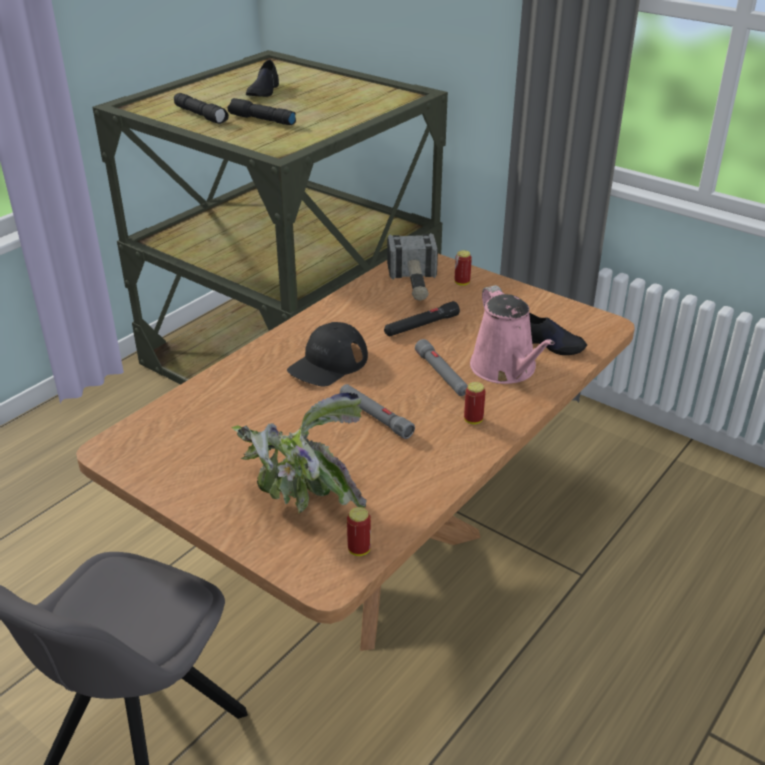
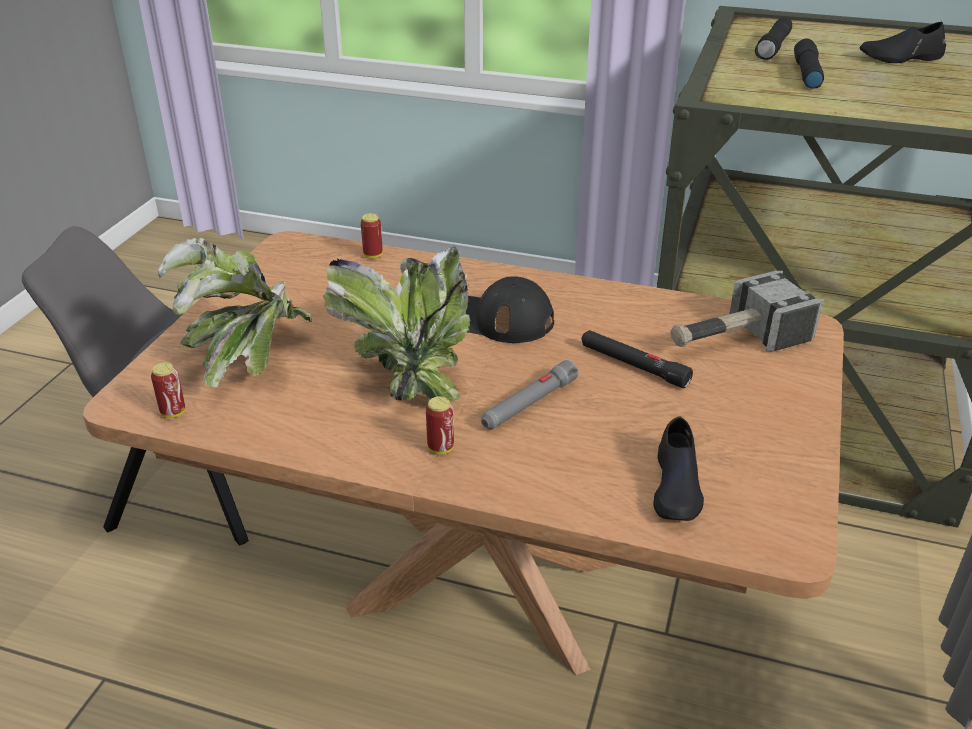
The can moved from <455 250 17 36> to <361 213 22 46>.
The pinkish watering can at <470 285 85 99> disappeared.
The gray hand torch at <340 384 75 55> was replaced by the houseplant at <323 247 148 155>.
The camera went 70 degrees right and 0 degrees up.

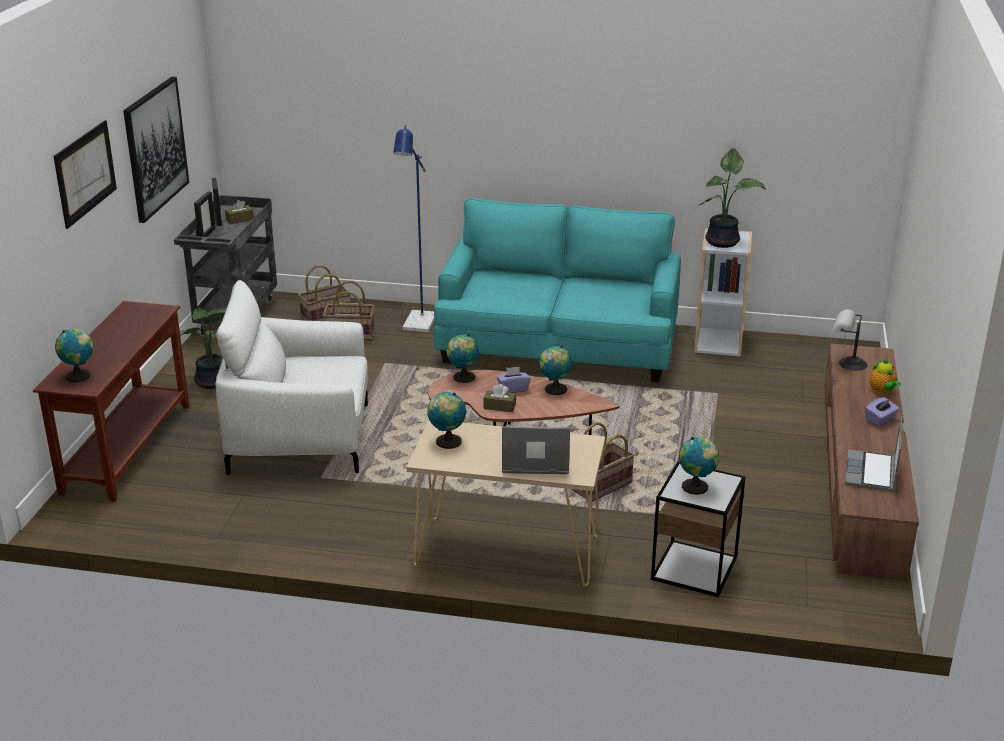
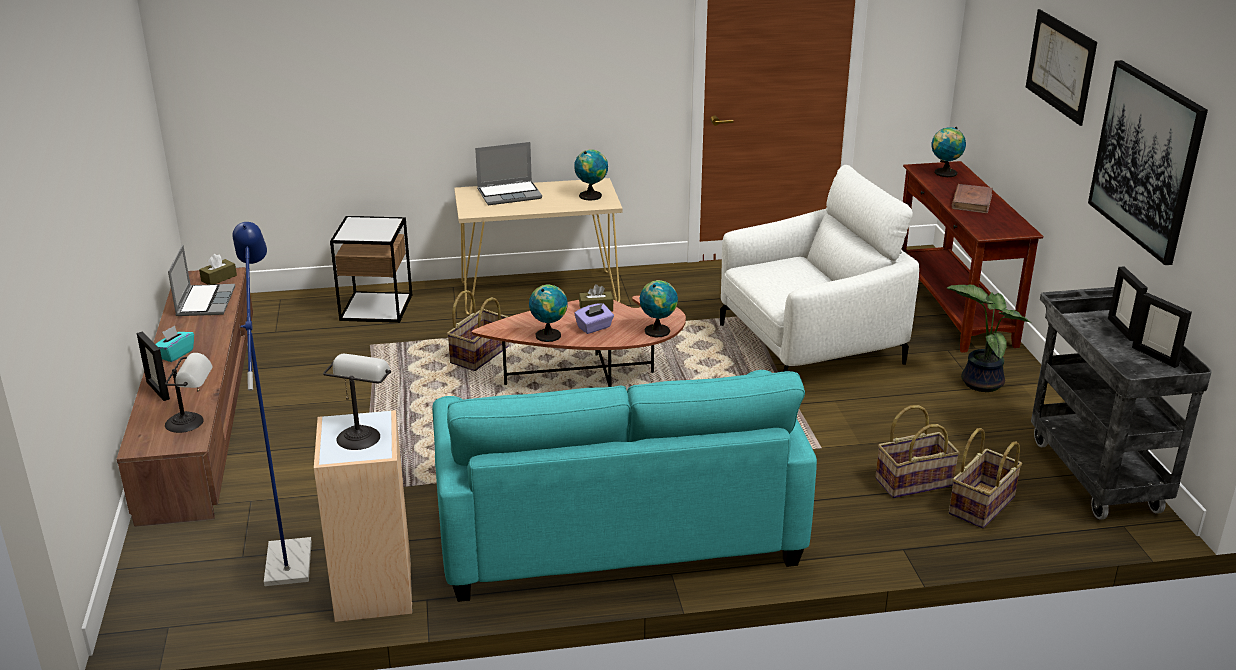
The bluish standing lamp moved from <393 126 41 206> to <233 222 79 364>.
The houseplant at <698 148 68 100> was replaced by the table lamp at <323 354 68 96>.
The brown-coloured tissue holder moved from <225 200 29 24> to <199 254 38 31>.
The pot for tea at <870 359 31 35> was replaced by the standing frame at <137 331 33 70>.
The purplish tissue holder at <865 397 34 30> became the turquoise tissue holder at <155 326 39 36>.
The world globe at <679 437 40 58> disappeared.
The brown-coloured book at <952 184 41 29> appeared.
The camera went 160 degrees right and 0 degrees up.

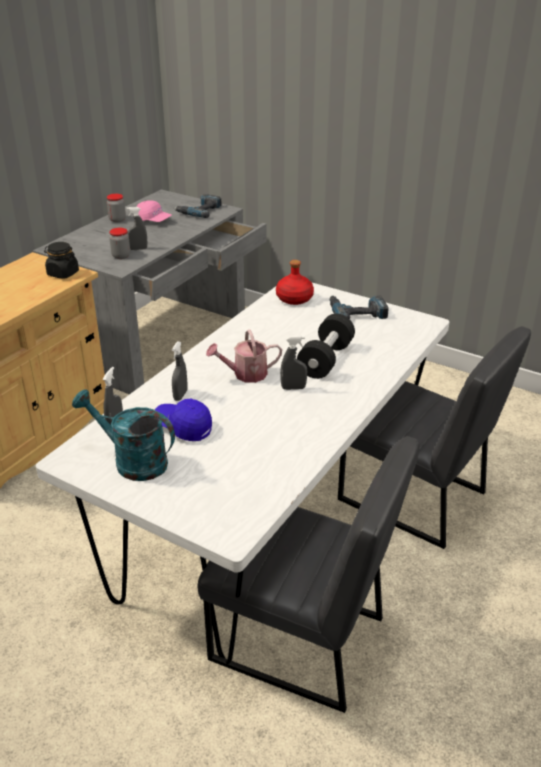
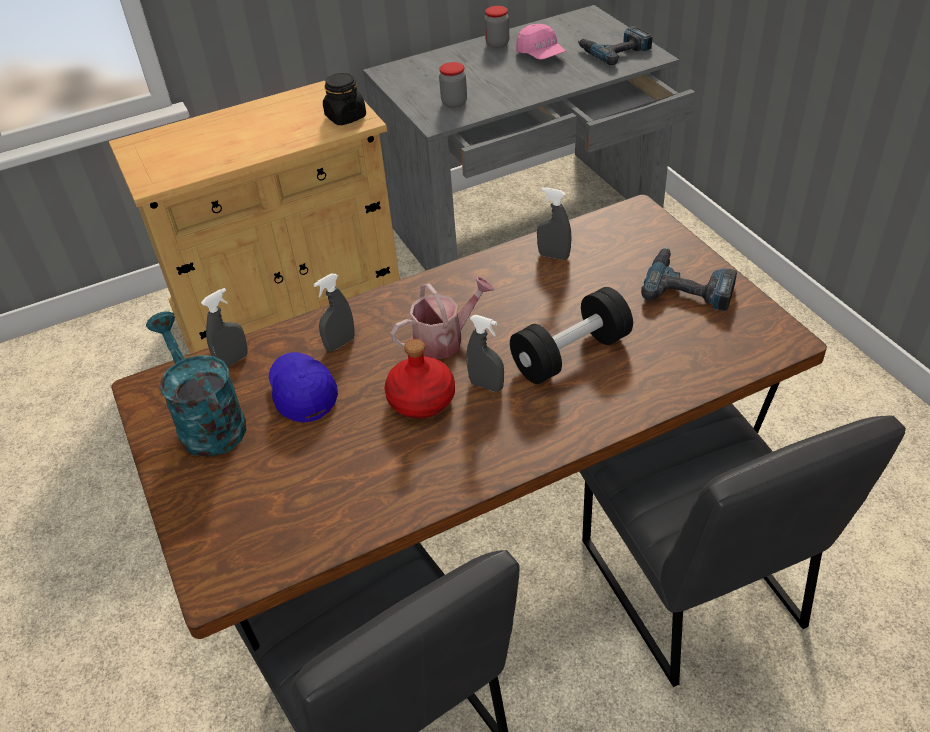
The gray hand sprayer moved from <127 207 20 43> to <537 187 35 73>.
The reddish drink bottle moved from <276 260 38 45> to <384 339 71 79>.
The white-coloured dinner table at <36 283 413 381> became the brown-coloured dinner table at <111 195 716 456>.
The watering can at <206 330 76 53> turned 135 degrees clockwise.
The camera went 35 degrees right and 10 degrees up.

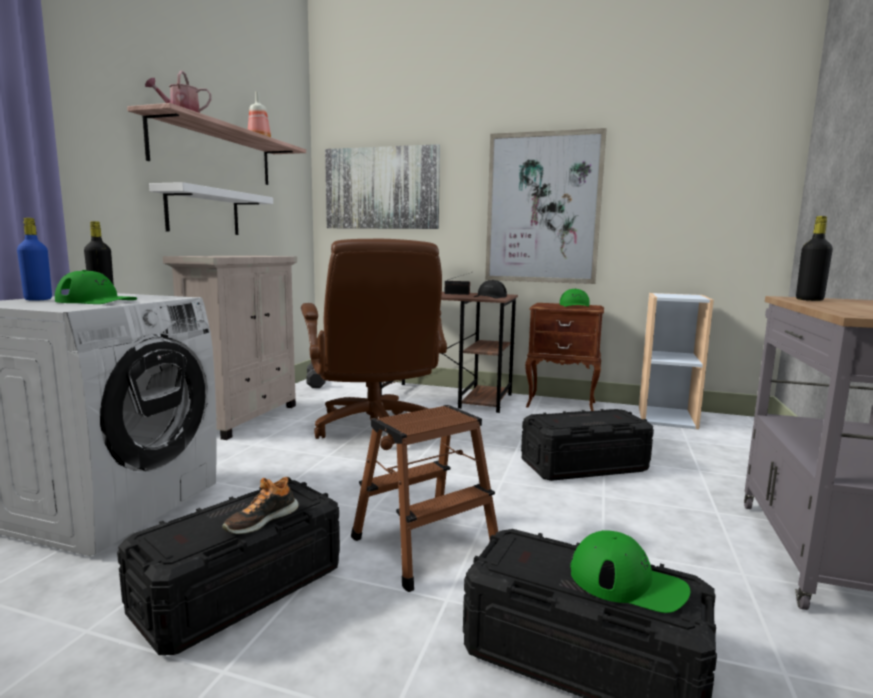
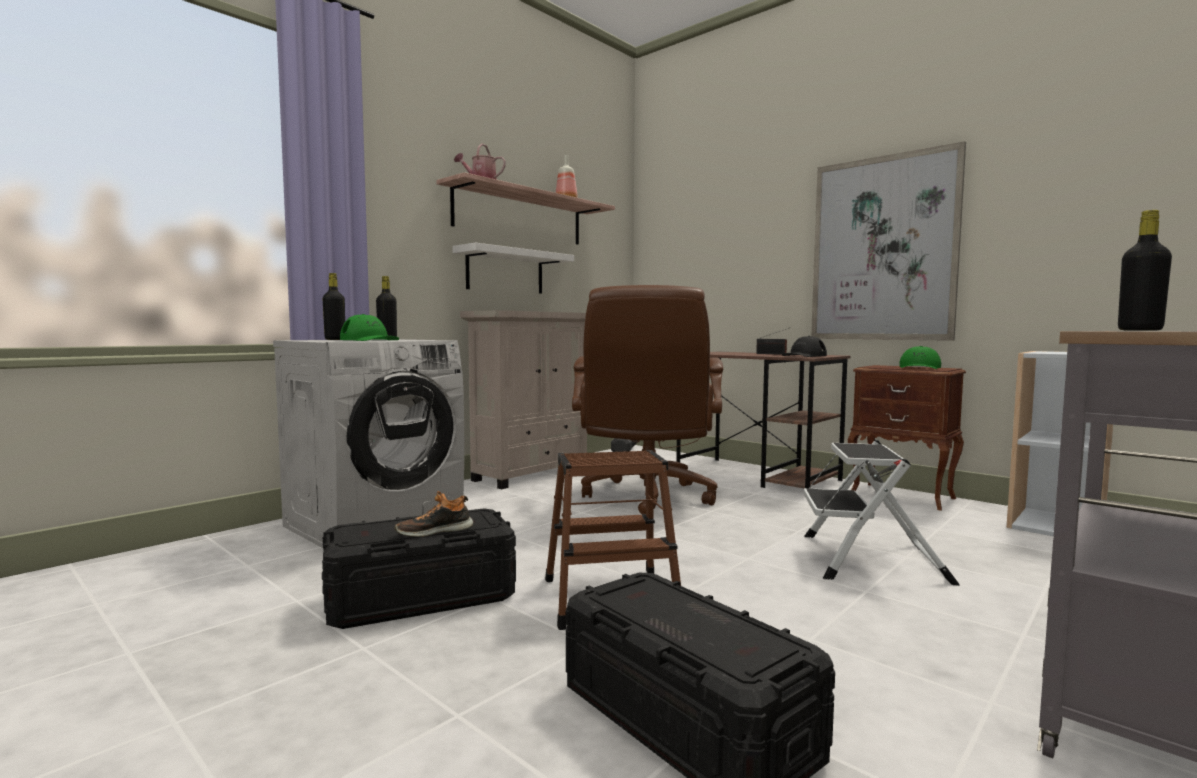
The picture at <325 144 115 85> disappeared.
The bluish drink bottle at <17 218 35 83> became the black drink bottle at <323 273 22 67>.
The black storage box at <521 409 133 72> was replaced by the step stool at <804 440 155 146>.
The greenish baseball cap at <570 530 120 83> disappeared.
The camera went 25 degrees right and 5 degrees down.

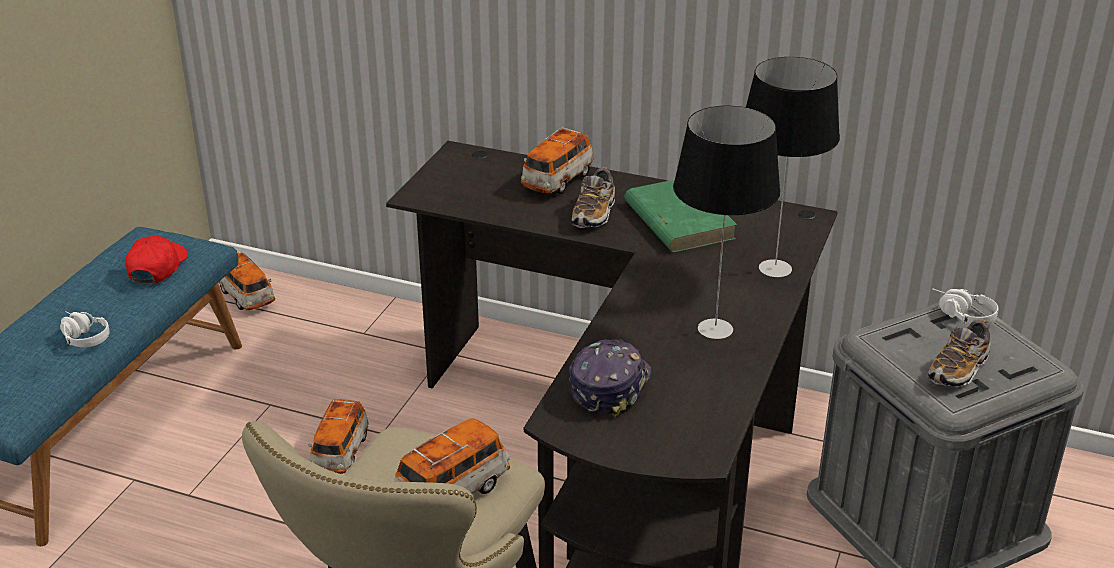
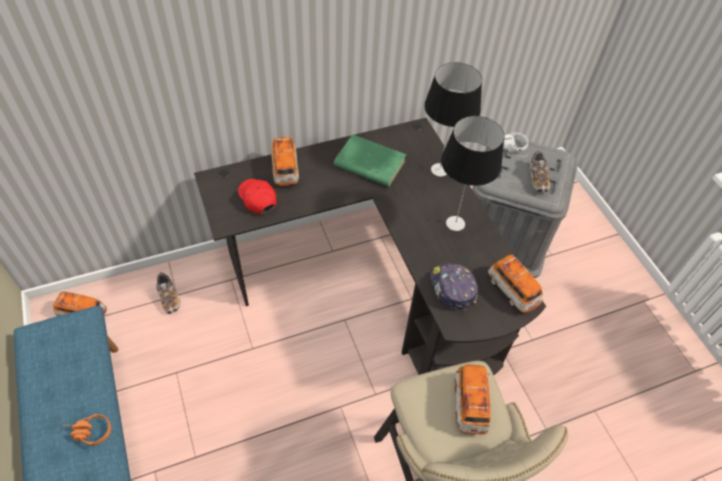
The low shoe moved from <572 167 43 61> to <156 272 24 42>.
The reddish baseball cap moved from <125 235 63 48> to <238 179 39 36>.
The white-coloured pair of headphones at <60 311 50 36> became the orangey pair of headphones at <62 414 49 32>.
The miniature car moved from <309 399 60 75> to <488 254 55 59>.
The camera went 45 degrees left and 20 degrees up.

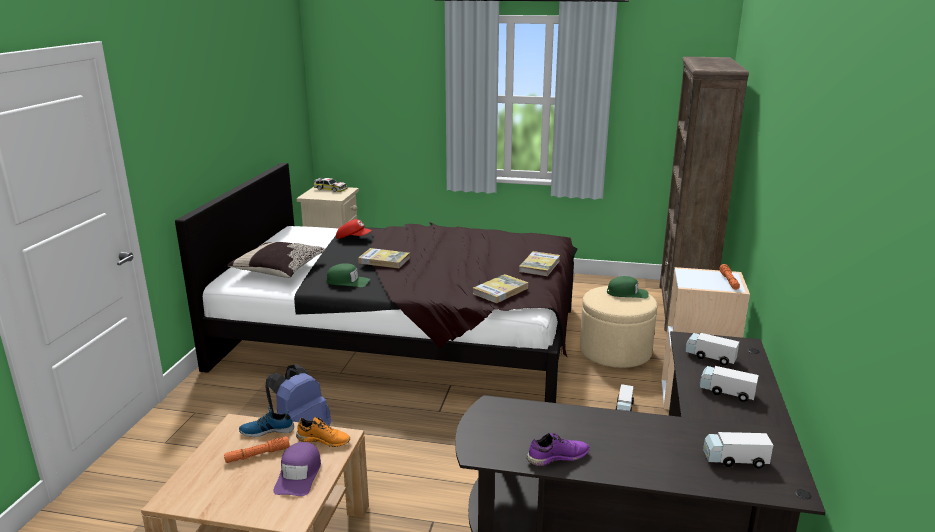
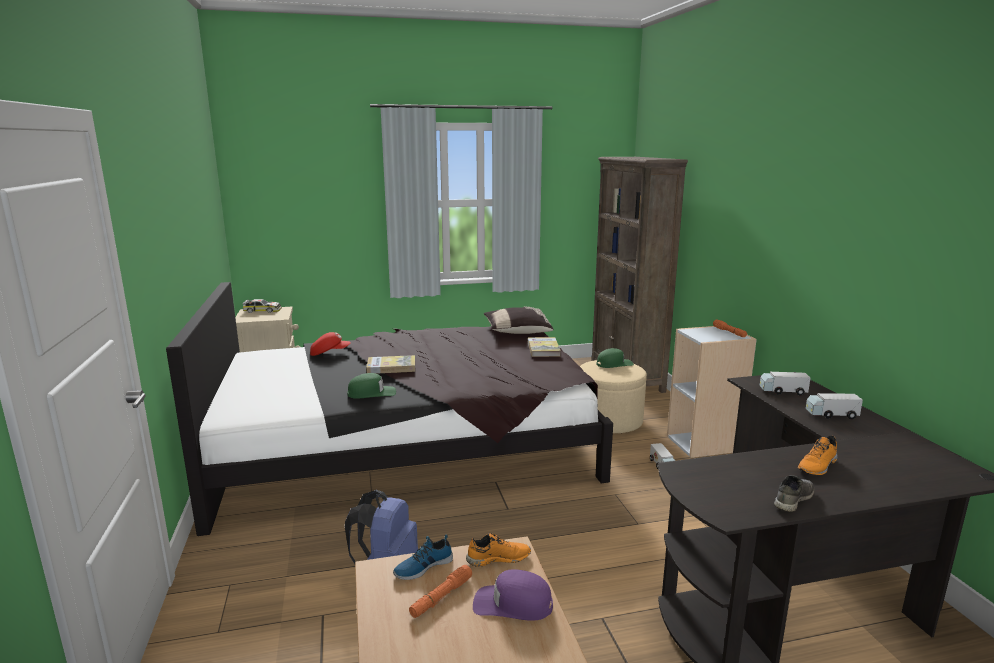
The cushion moved from <227 242 98 36> to <484 306 70 28>.
The book at <473 274 55 29> disappeared.
The purplish low shoe at <527 432 63 34> became the gray low shoe at <774 475 40 37>.
The toy truck at <703 432 70 37> disappeared.
The purplish baseball cap at <273 442 48 54> turned 120 degrees clockwise.
The orangey low shoe at <798 436 40 39> appeared.
The camera went 25 degrees left and 5 degrees down.

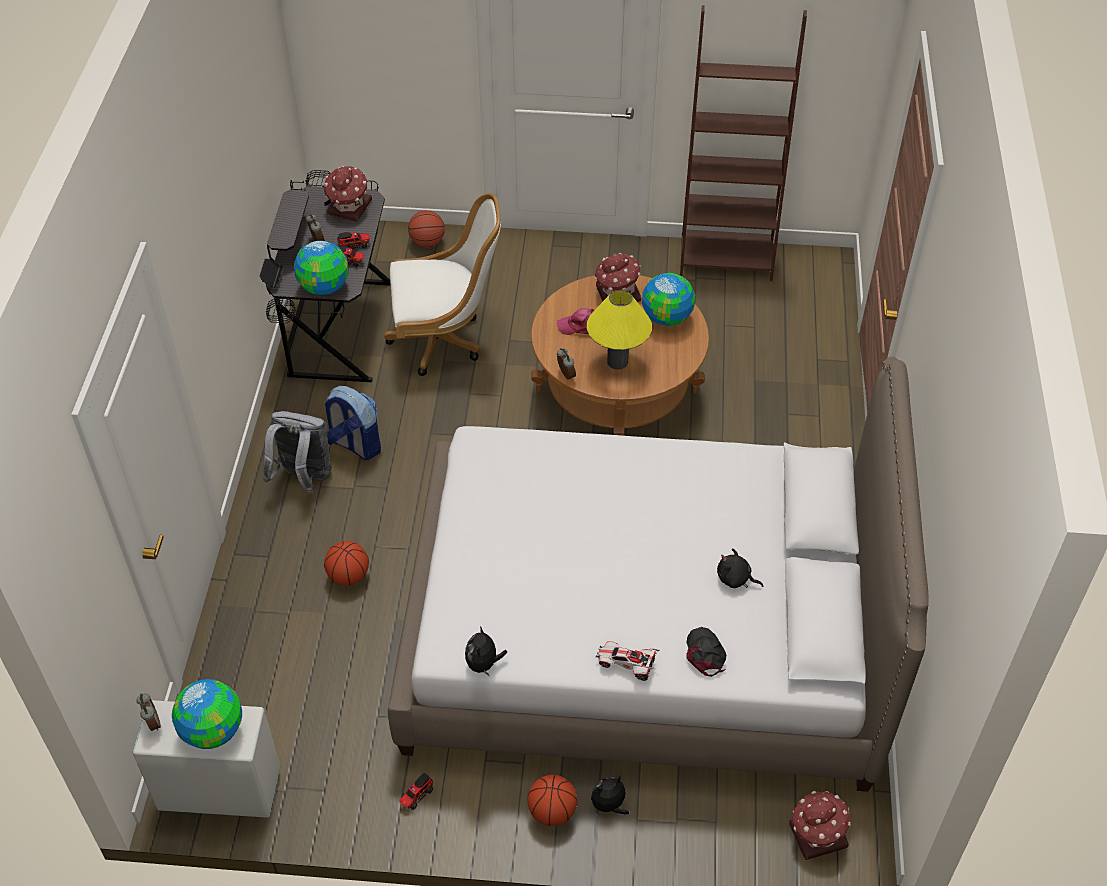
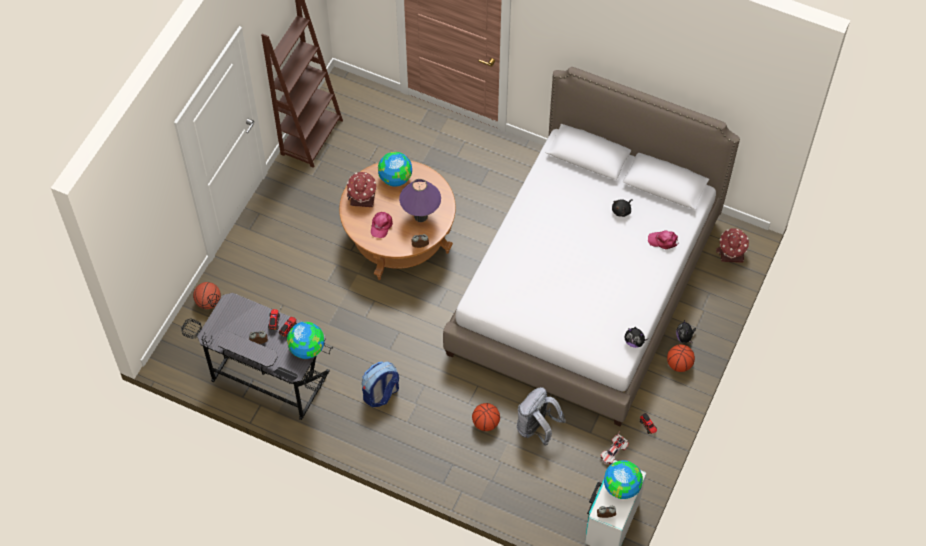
The miniature house at <323 166 49 56> disappeared.
The white-coloured office chair at <384 193 117 183> disappeared.
The yellowish table lamp at <587 290 65 80> became the purplish table lamp at <399 179 42 43>.
The gray backpack moved from <263 411 69 83> to <517 387 49 59>.
The black baseball cap at <687 627 39 50> became the pinkish baseball cap at <648 230 31 19>.
The miniature car moved from <596 641 64 40> to <601 432 29 33>.
The camera went 70 degrees left and 10 degrees up.

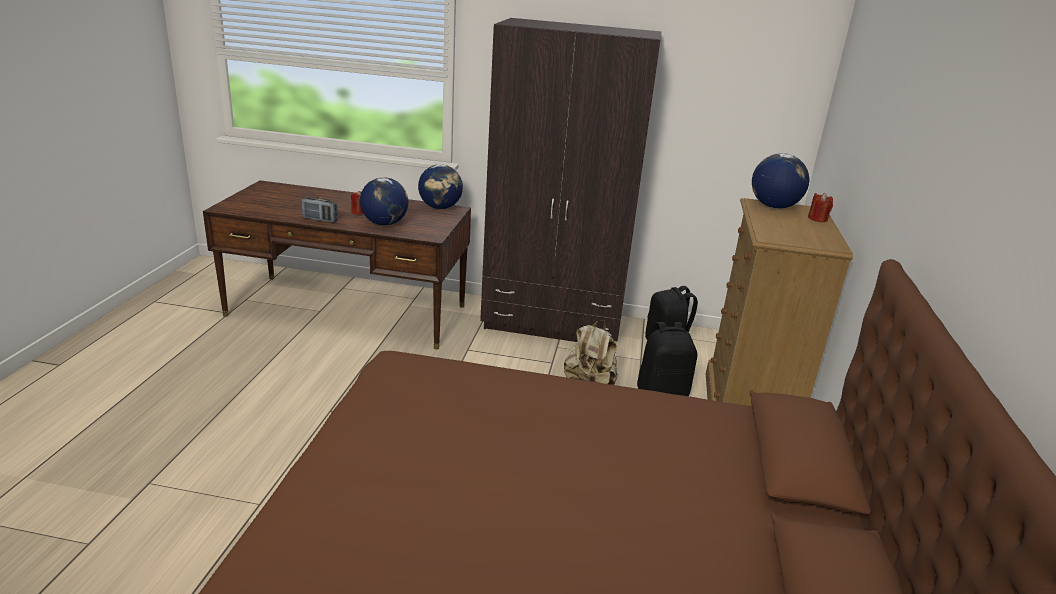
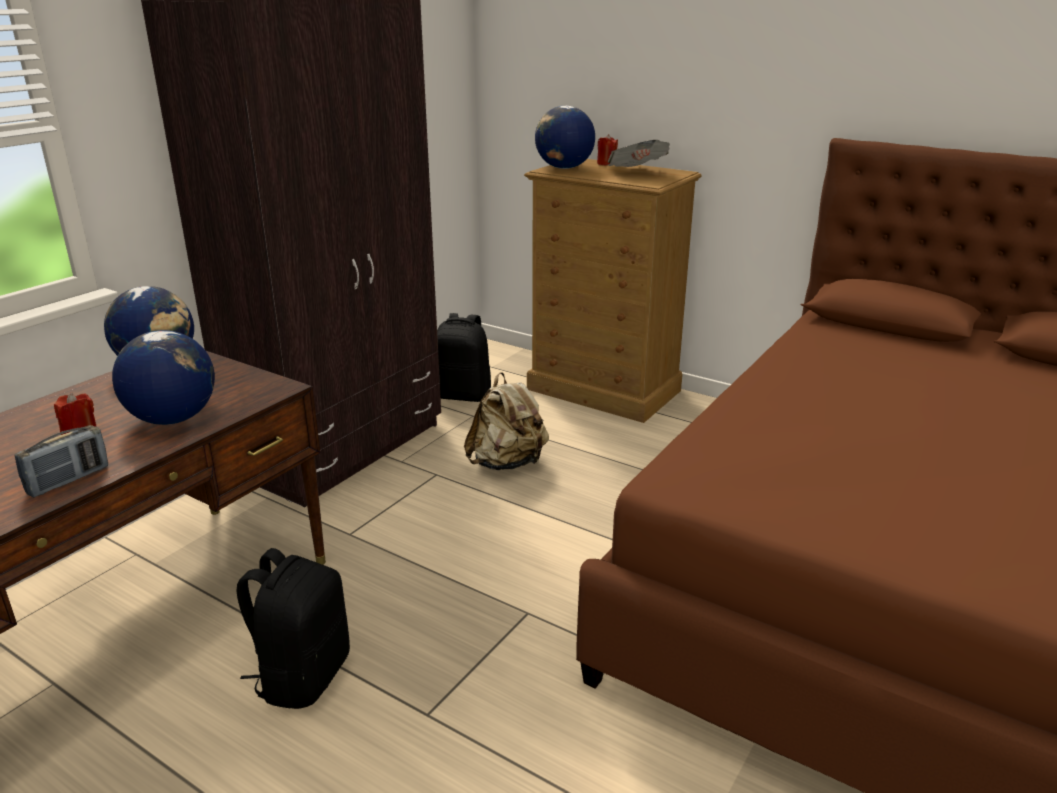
The black backpack moved from <637 322 60 74> to <236 548 114 161>.
The daily paper at <608 140 62 27> appeared.
The camera went 65 degrees left and 0 degrees up.

